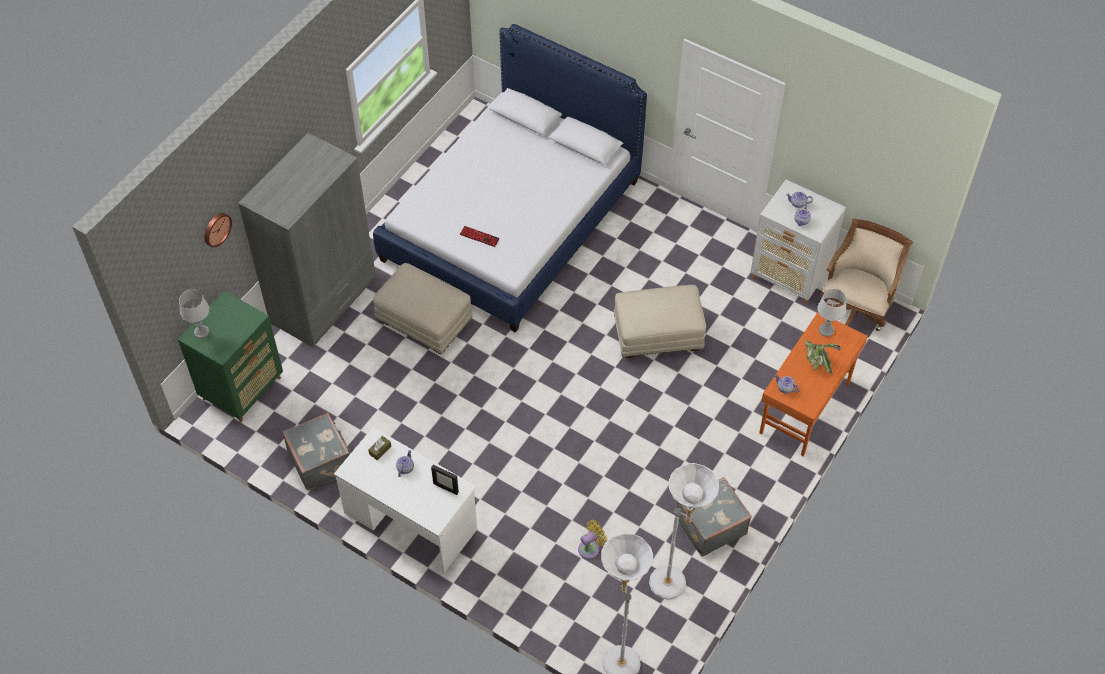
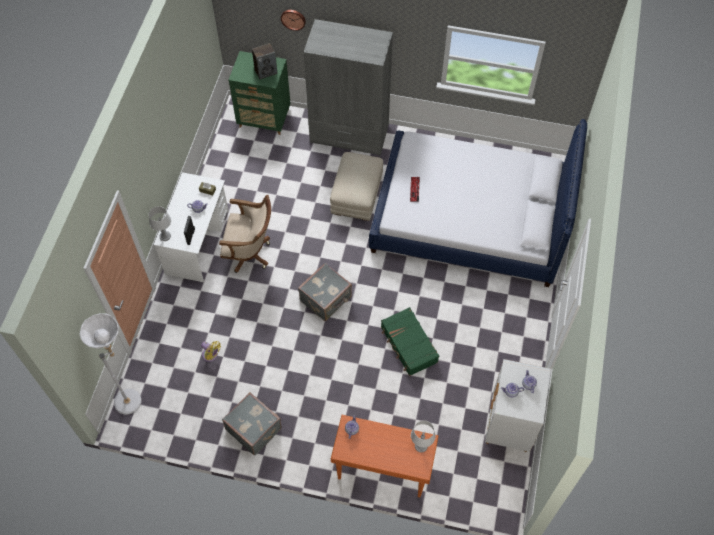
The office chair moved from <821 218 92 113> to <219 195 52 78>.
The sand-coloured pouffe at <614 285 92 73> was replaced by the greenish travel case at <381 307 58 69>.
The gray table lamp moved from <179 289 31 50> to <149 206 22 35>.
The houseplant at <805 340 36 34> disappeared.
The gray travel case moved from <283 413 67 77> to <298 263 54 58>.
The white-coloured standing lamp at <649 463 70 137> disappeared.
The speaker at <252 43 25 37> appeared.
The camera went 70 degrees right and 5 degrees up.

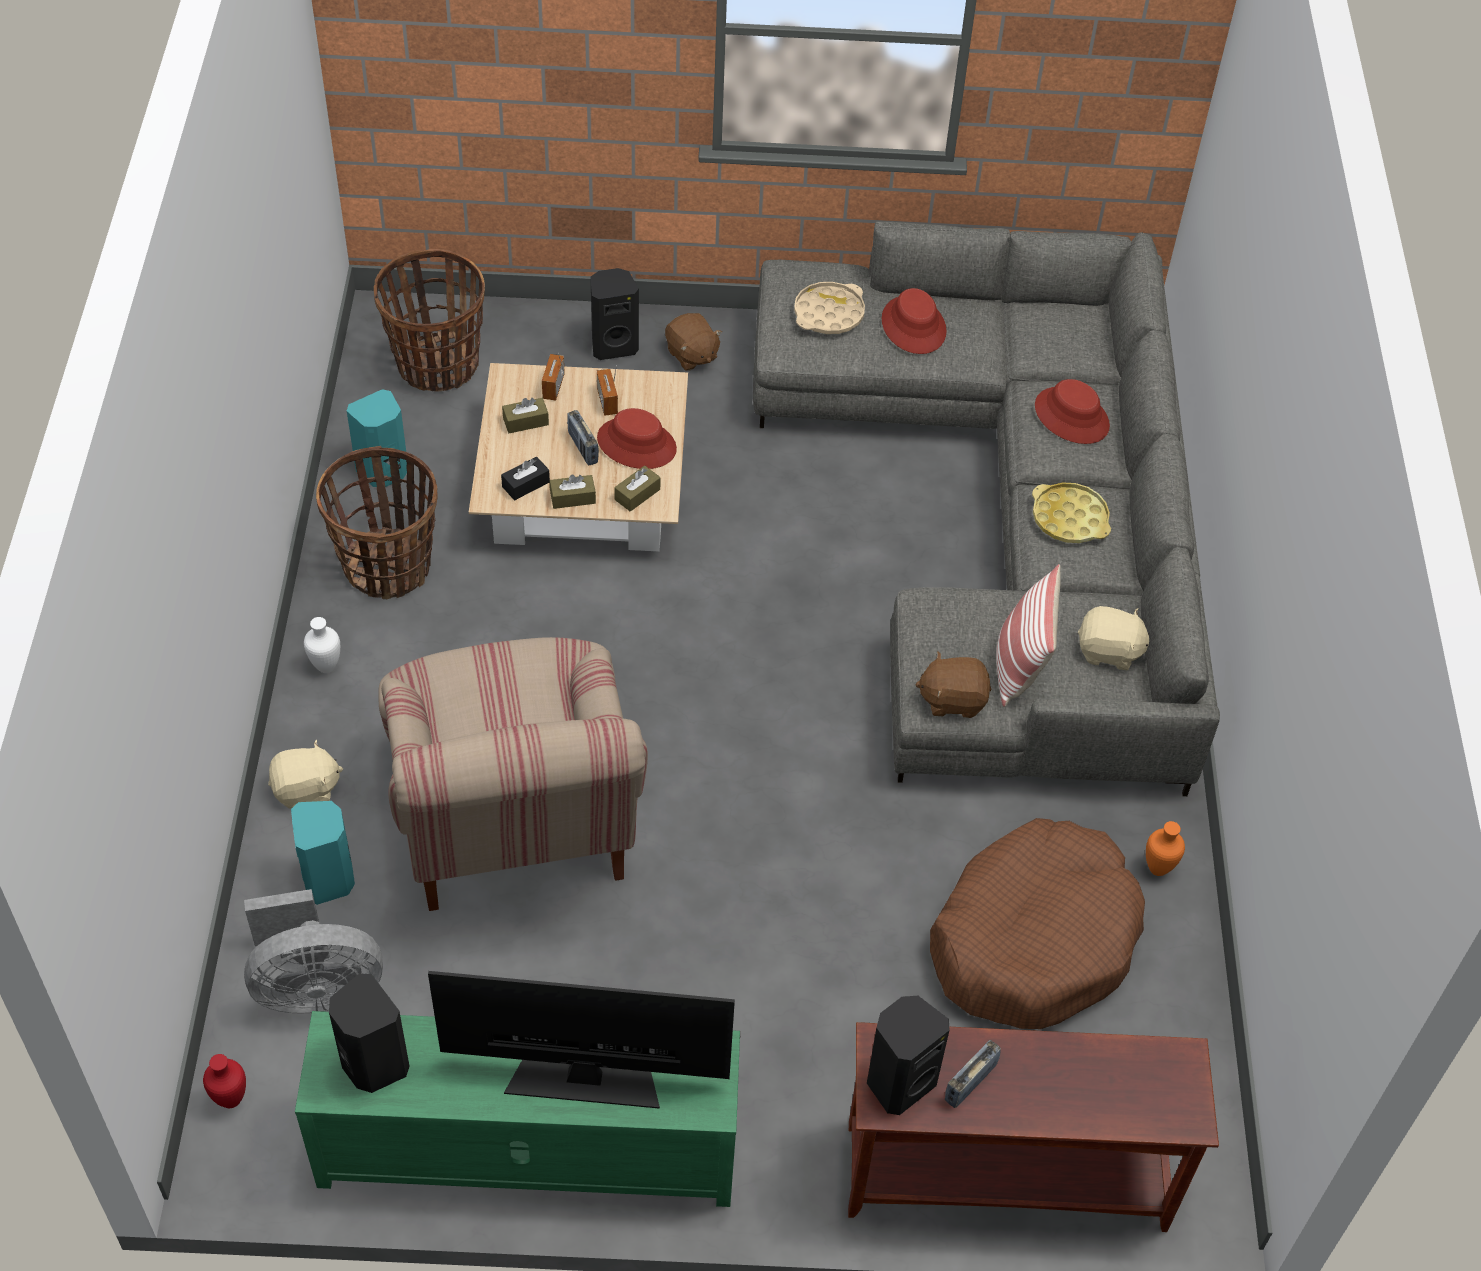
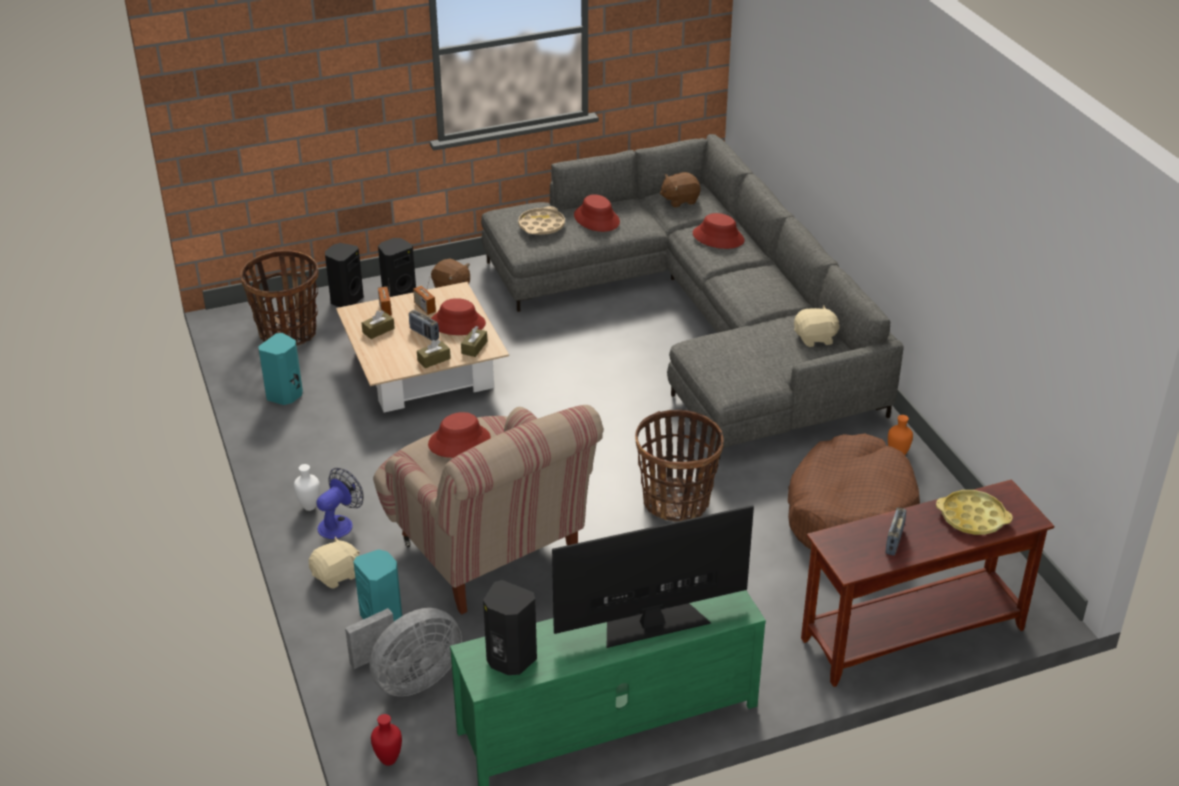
The storage basket moved from <316 446 122 153> to <635 410 89 112>.
The black tissue holder at <501 457 49 43> disappeared.
The yellowish carrying tray moved from <1032 483 79 60> to <936 490 76 45>.
The cushion at <996 564 65 143> disappeared.
The brown-coloured soft toy moved from <915 651 76 67> to <660 172 41 36>.
The black speaker moved from <867 996 82 119> to <325 243 39 64>.
The reddish hat at <428 412 63 46> appeared.
The fan at <316 468 48 71> appeared.
The camera went 20 degrees left and 15 degrees down.

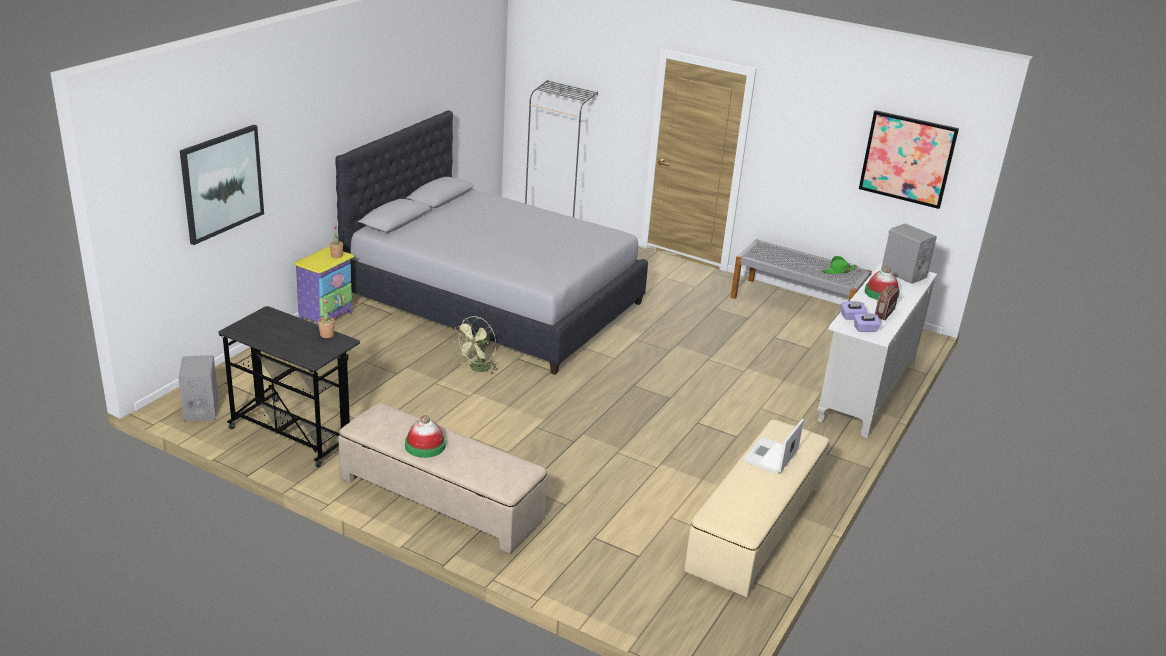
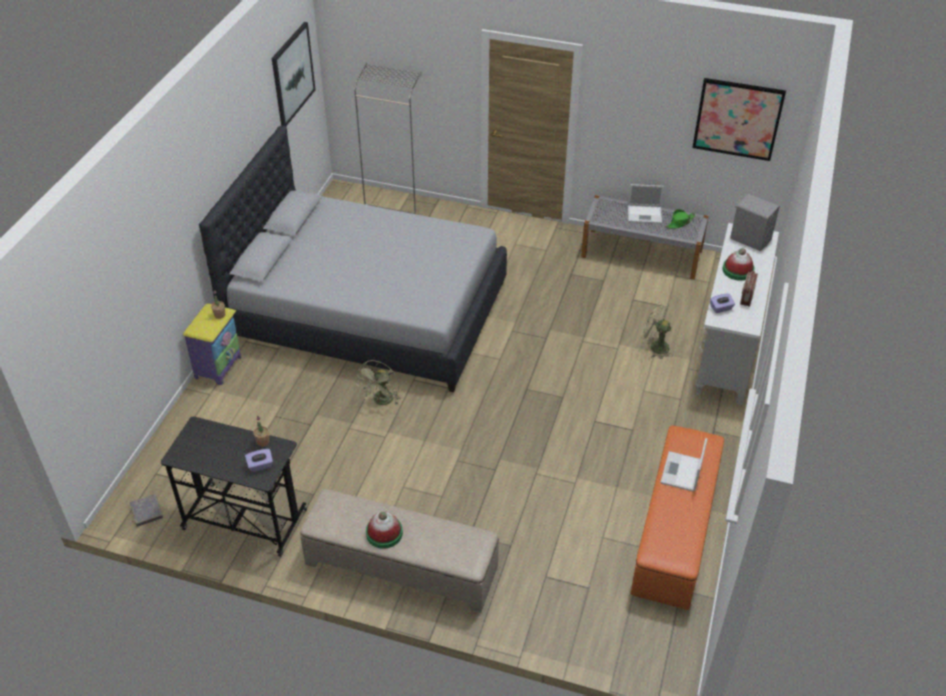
The picture moved from <180 125 84 120> to <272 22 44 105>.
The purplish tissue holder moved from <854 313 27 19> to <245 449 28 23>.
The gray speaker at <178 355 40 66> was replaced by the gray book at <130 494 33 33>.
The sand-coloured bench at <684 420 145 177> became the orangey bench at <630 426 94 184>.
The laptop at <628 184 36 39> appeared.
The greenish fan at <641 302 32 57> appeared.
The camera went 10 degrees left and 15 degrees up.

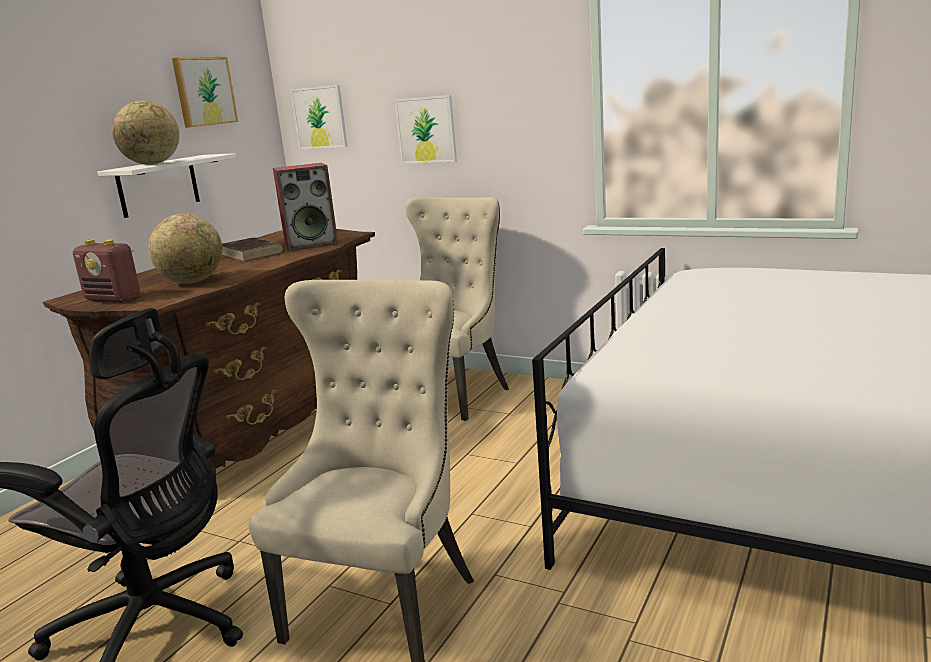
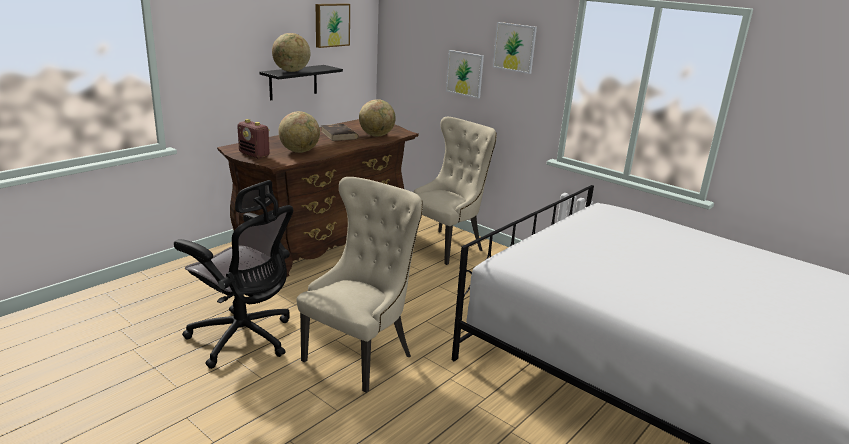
The picture moved from <290 85 58 65> to <493 22 44 52>.
The white-coloured shelf at <97 153 139 65> became the black shelf at <260 65 83 35>.
The speaker at <273 163 65 88> was replaced by the world globe at <359 99 37 38>.
The camera went 10 degrees right and 5 degrees up.

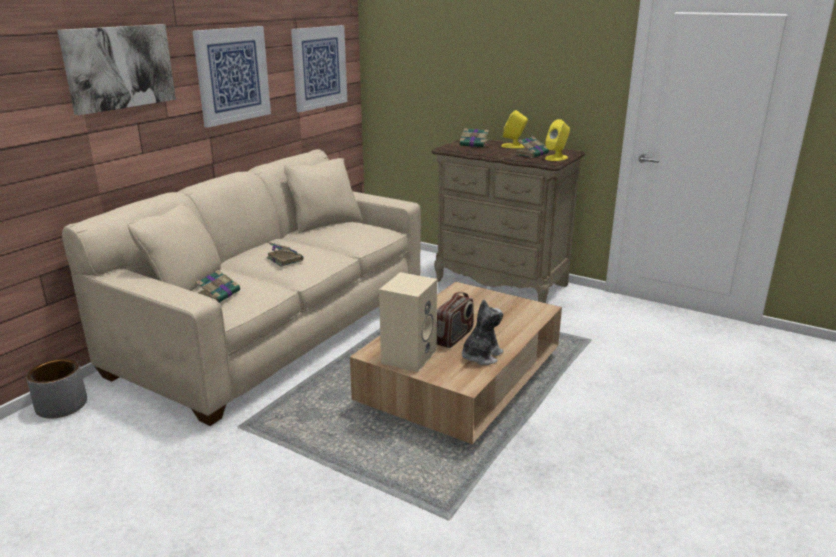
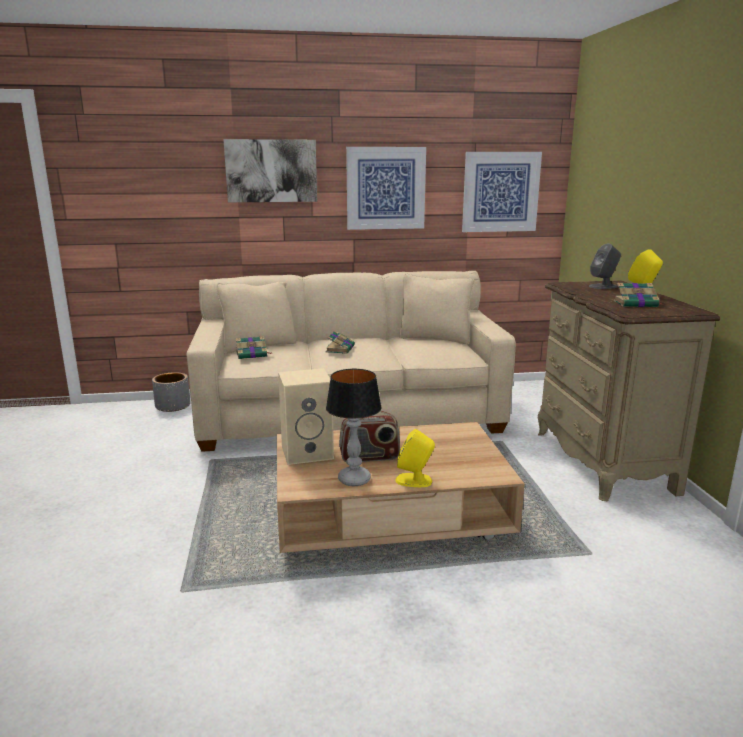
The yellowish speaker moved from <545 119 25 42> to <395 429 40 58>.
The book at <460 128 30 19> was replaced by the gray speaker at <589 244 32 45>.
The soft toy at <462 300 41 65> was replaced by the table lamp at <326 369 56 117>.
The camera went 50 degrees right and 5 degrees down.

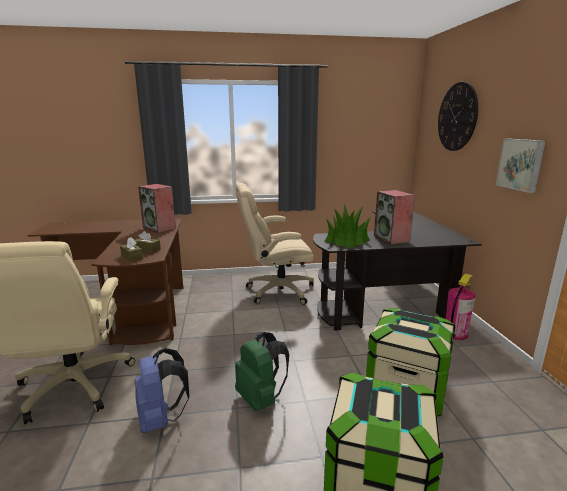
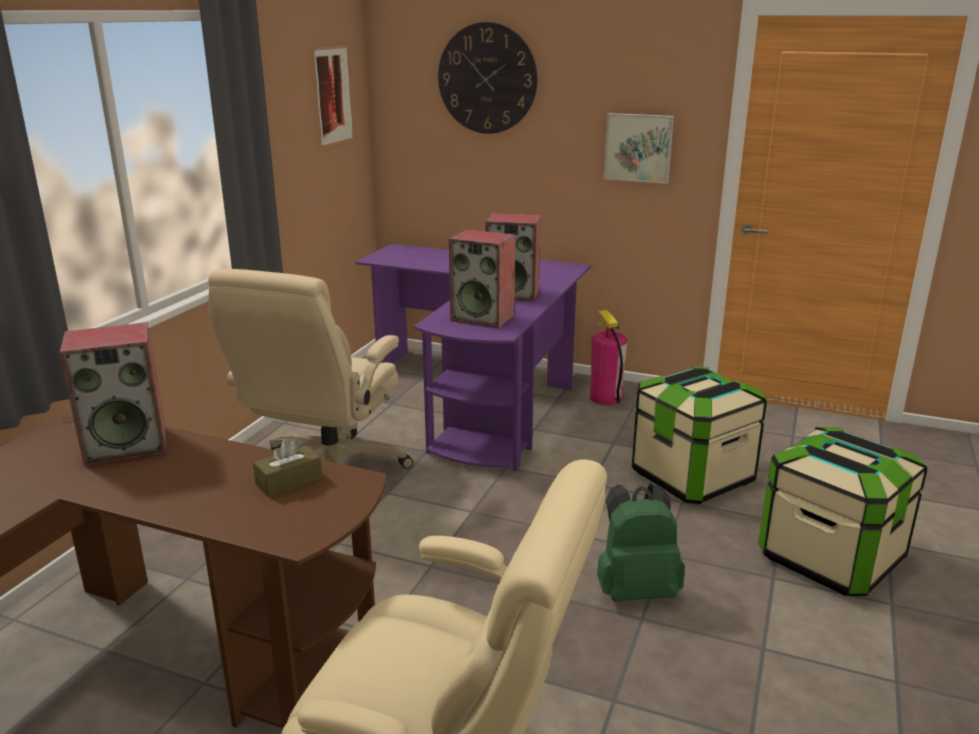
The houseplant at <325 204 45 44> was replaced by the speaker at <449 229 66 99>.
The black desk unit at <313 211 168 120> became the purplish desk unit at <355 244 236 227>.
The brown-coloured tissue holder at <120 237 23 25> disappeared.
The bluish backpack at <135 348 55 85> disappeared.
The picture at <313 46 40 101> appeared.
The camera went 60 degrees left and 5 degrees up.

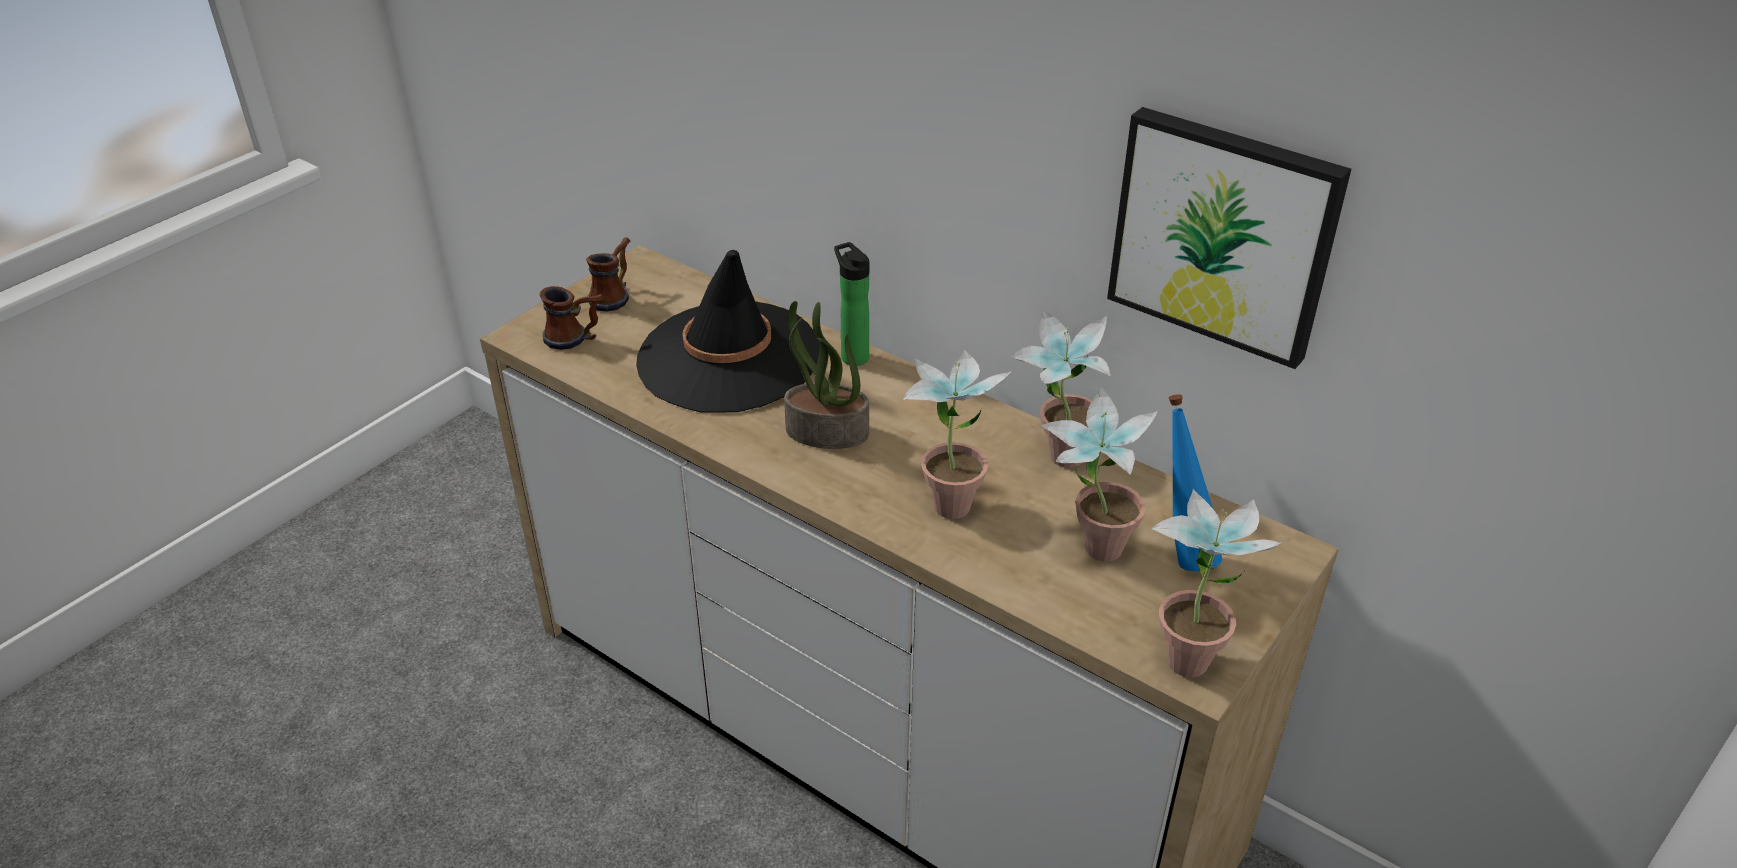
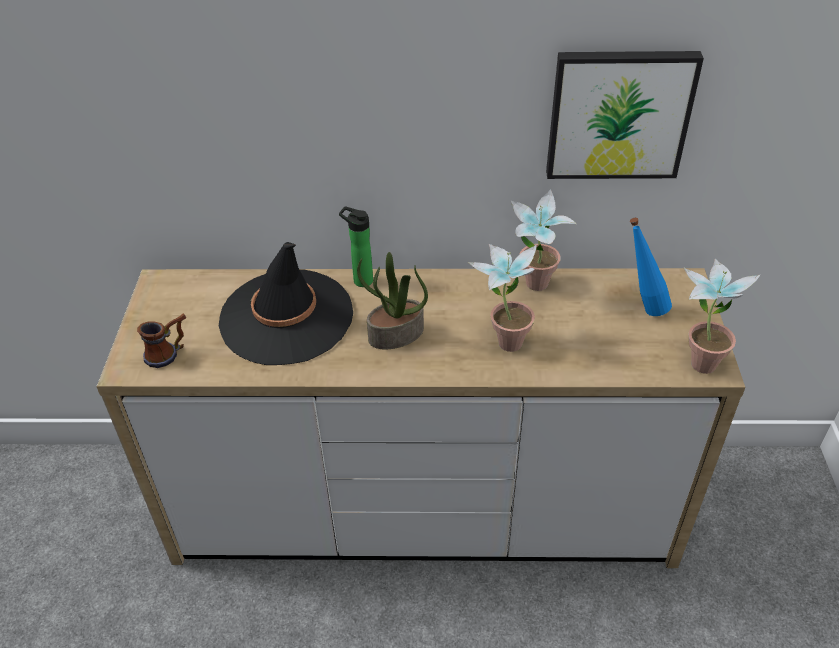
The coffee mug at <586 237 44 75> disappeared.
The houseplant at <1041 387 117 175> disappeared.
The camera went 35 degrees left and 5 degrees up.

